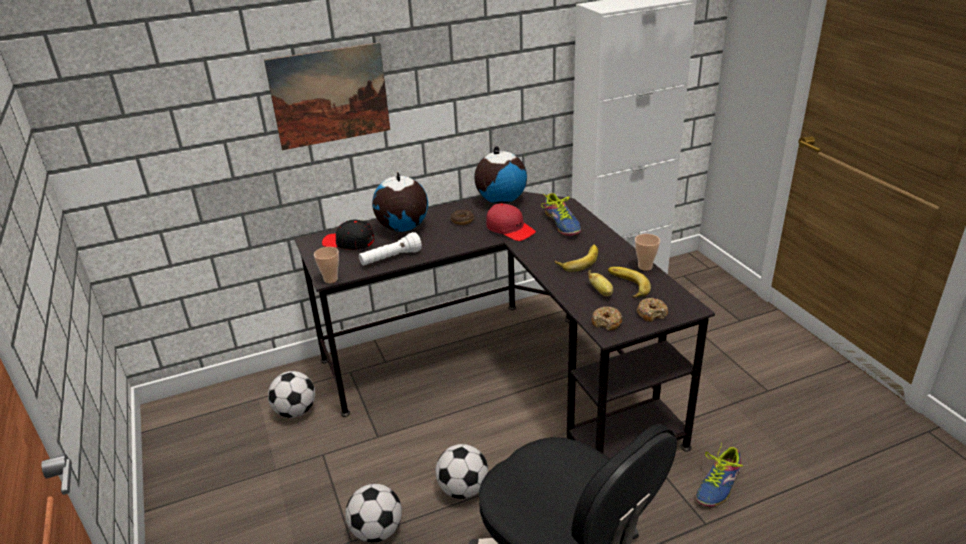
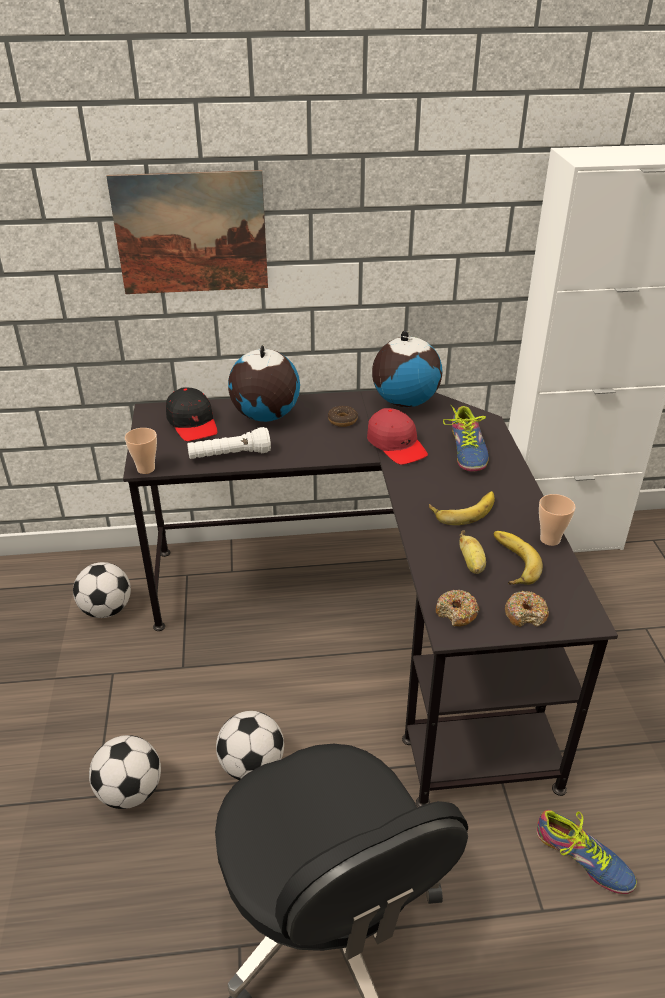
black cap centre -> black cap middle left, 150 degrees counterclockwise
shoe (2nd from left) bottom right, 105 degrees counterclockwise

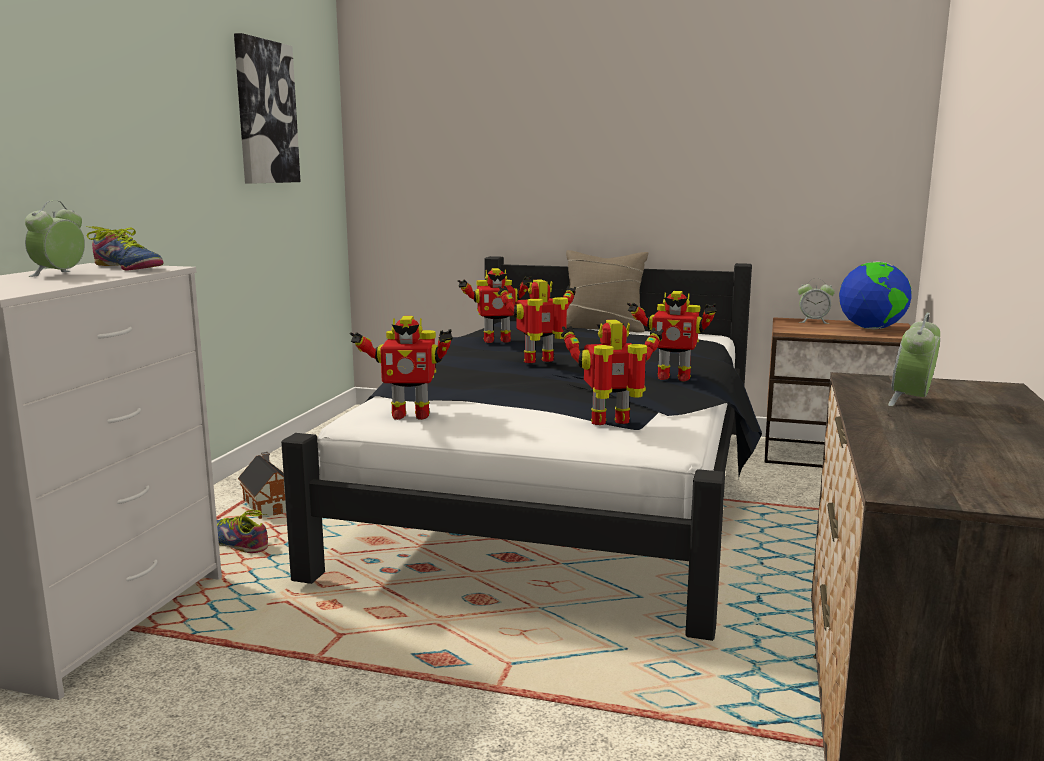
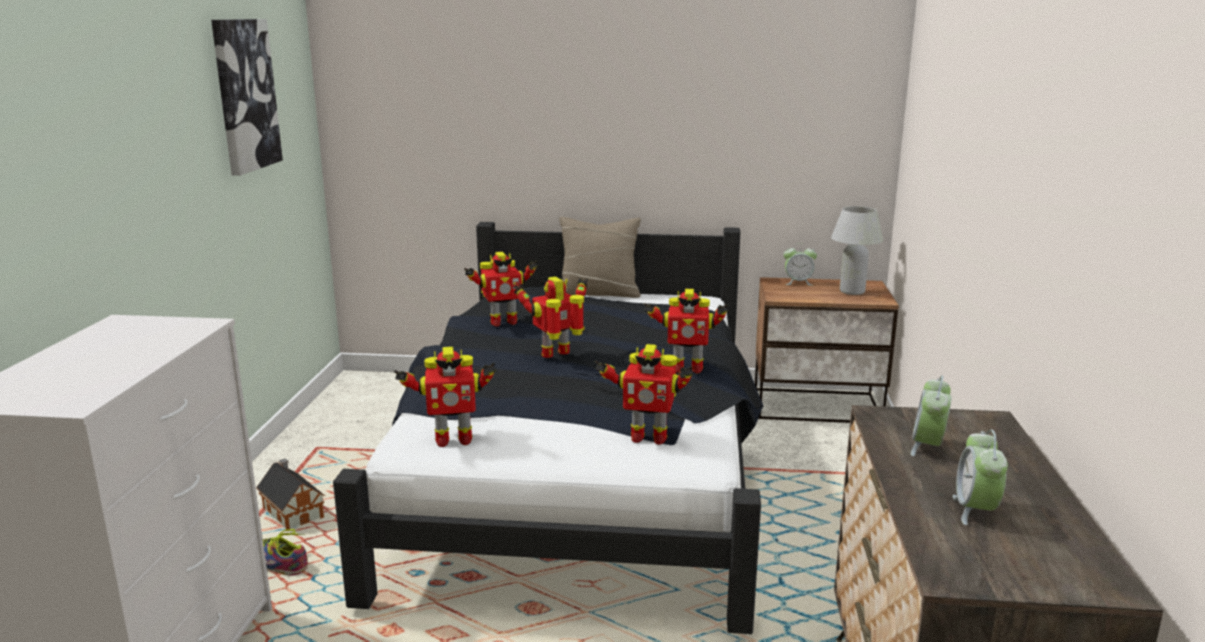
alarm clock (1st from left in the first image) top left -> alarm clock (3rd from left) bottom right, move
shoe (1st from left) top left -> none
globe middle right -> white table lamp middle right
toy robot (4th from left) centre, 150 degrees counterclockwise

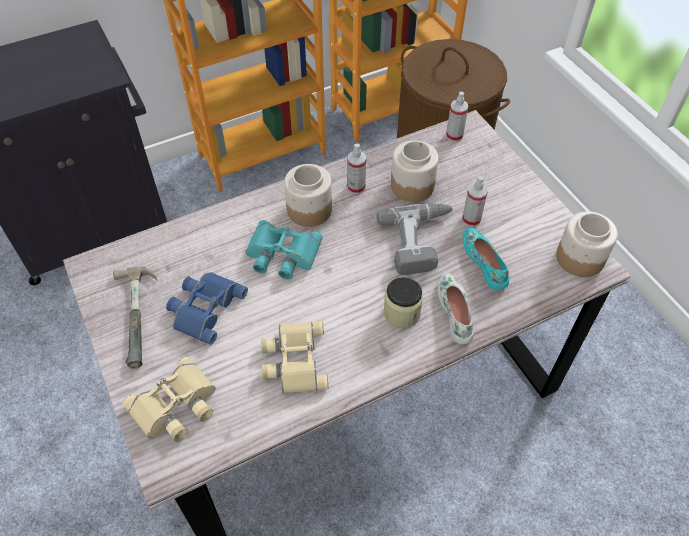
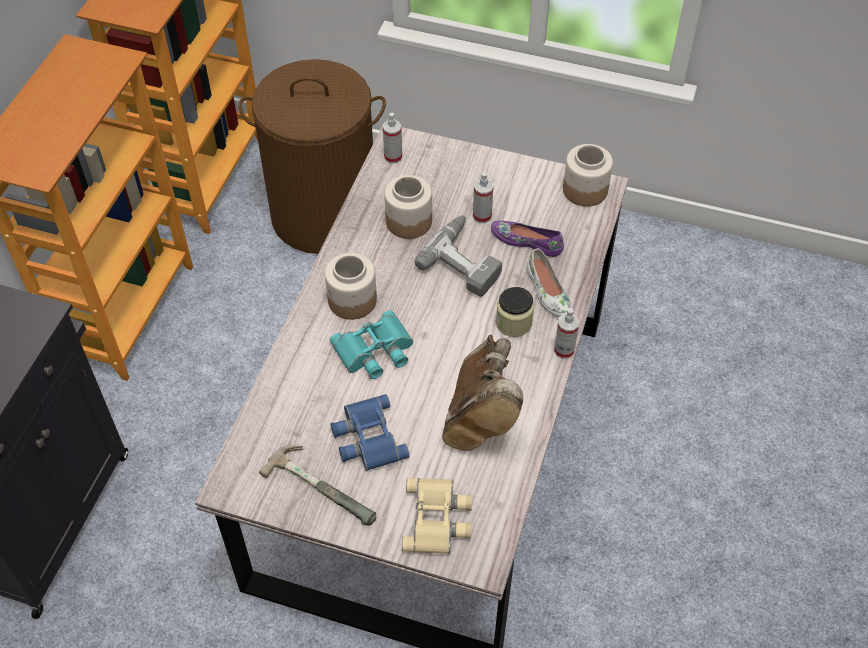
spray bottle (1st from left in the first image) top centre -> spray bottle (3rd from left) centre, move
turquoise shoe middle right -> purple shoe centre
white shoe centre, 150 degrees counterclockwise
beige binoculars (2nd from left) centre -> brown boot centre

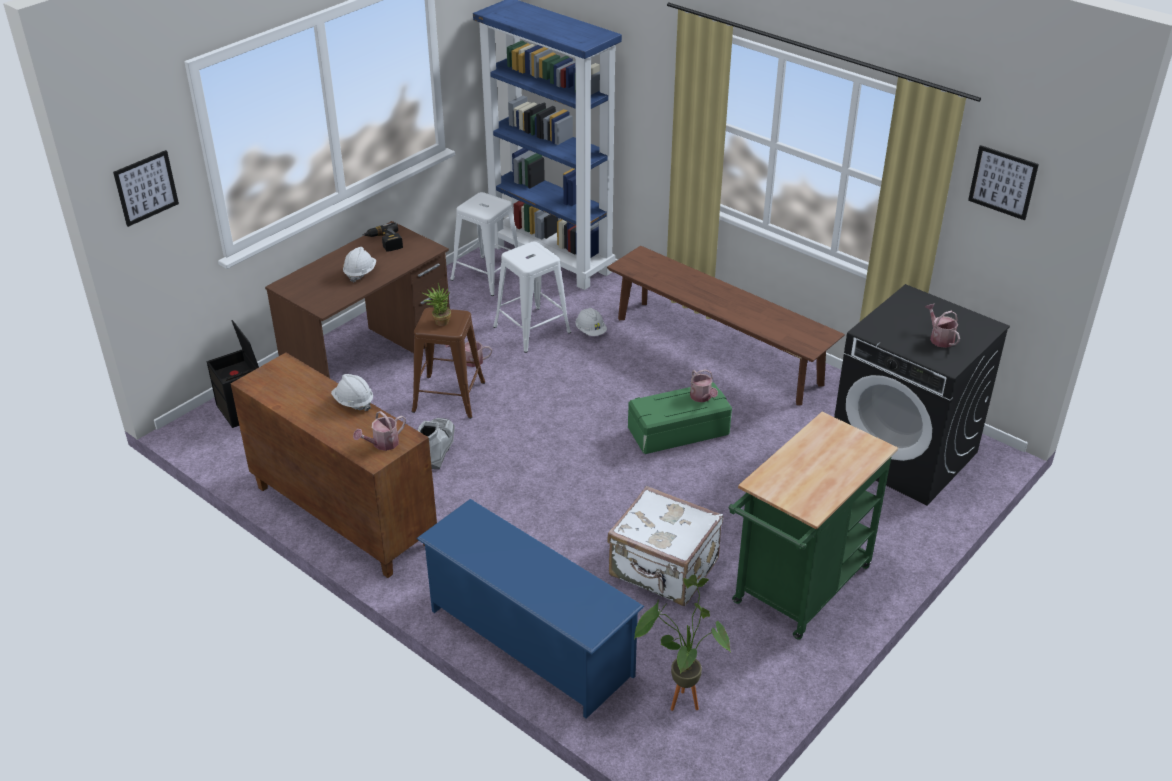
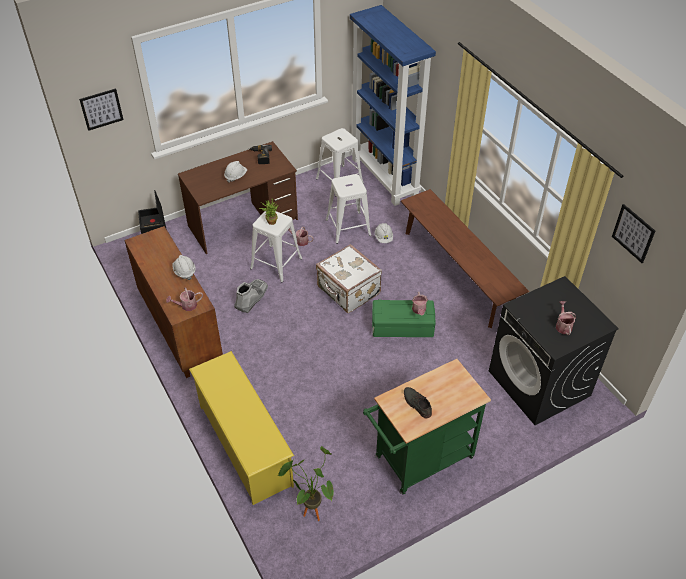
brown stool centre -> white stool (1st from left) centre
white suitcase bottom centre -> white suitcase centre, move
blue shoe rack bottom centre -> yellow shoe rack bottom centre
none -> grey shoe bottom centre

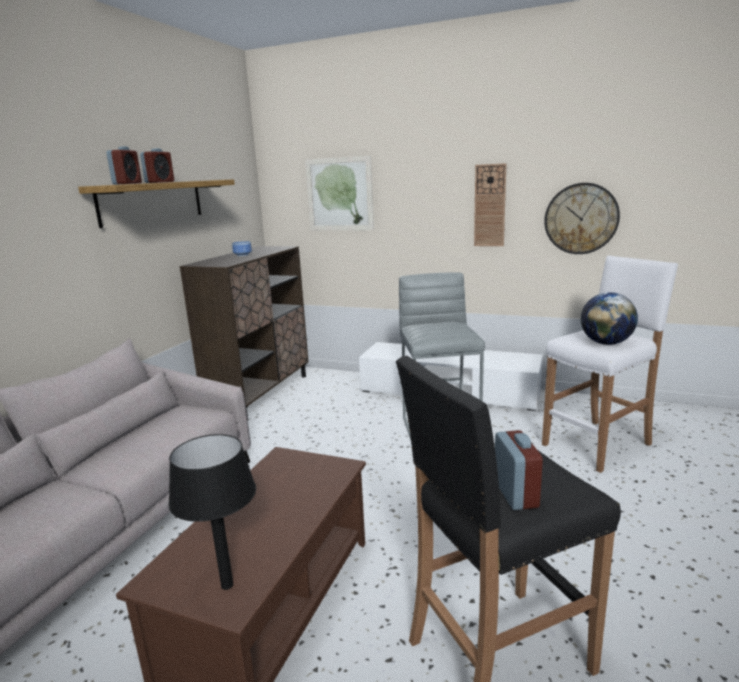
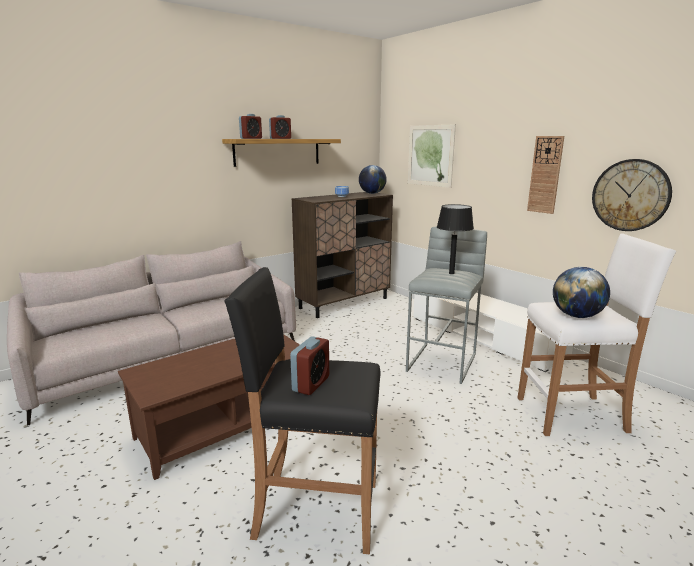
black table lamp bottom left -> black table lamp centre, move
none -> globe (1st from left) top centre

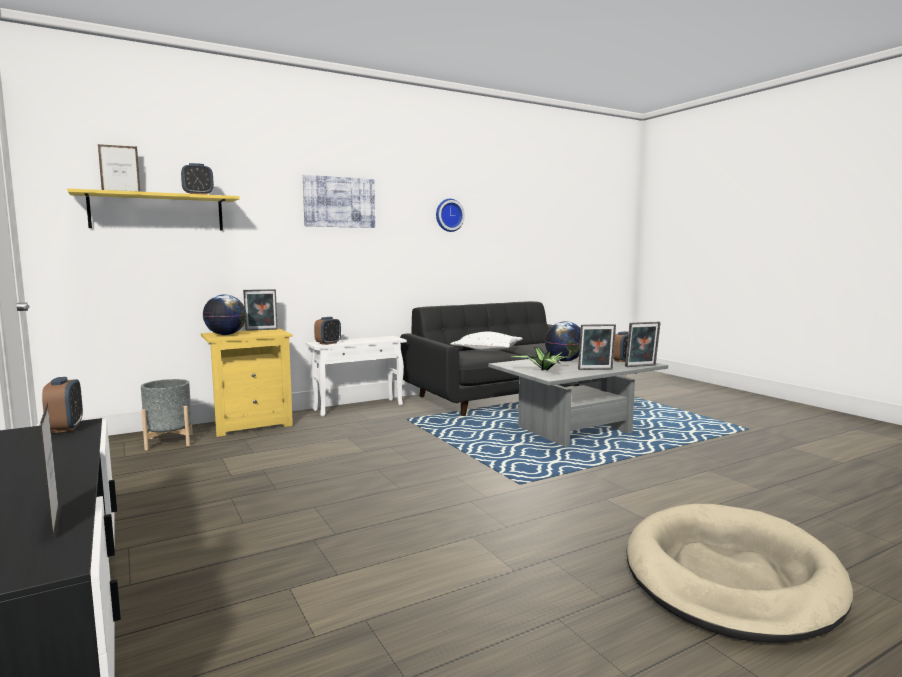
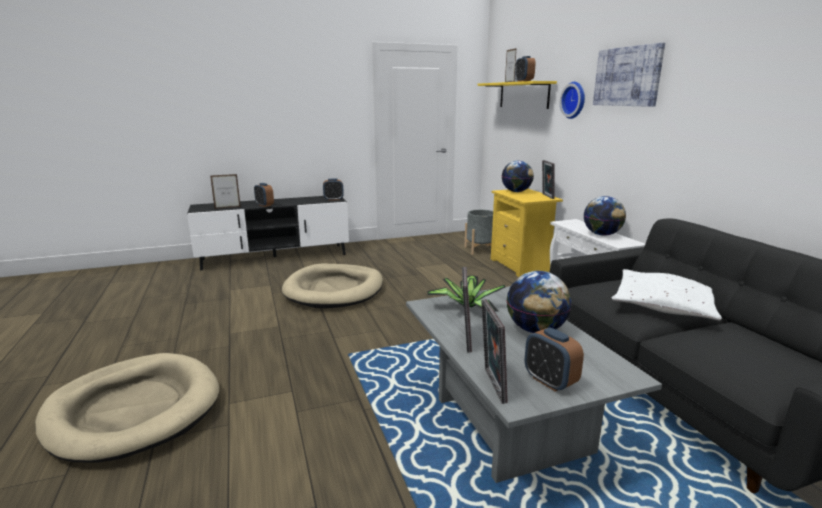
wall clock top centre -> wall clock top right, move
alarm clock (3rd from left in the first image) centre -> alarm clock (1st from left) middle left, move
none -> globe (3rd from left) middle right
none -> beige dog bed (2nd from left) centre

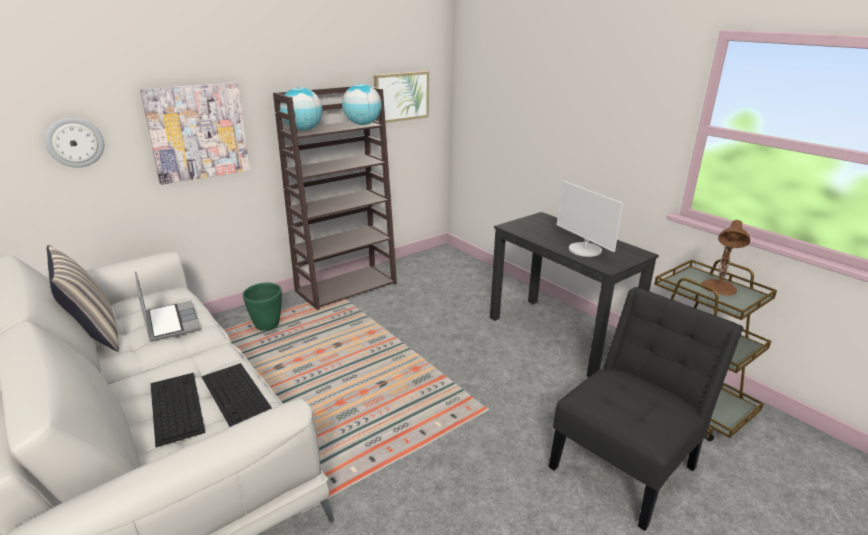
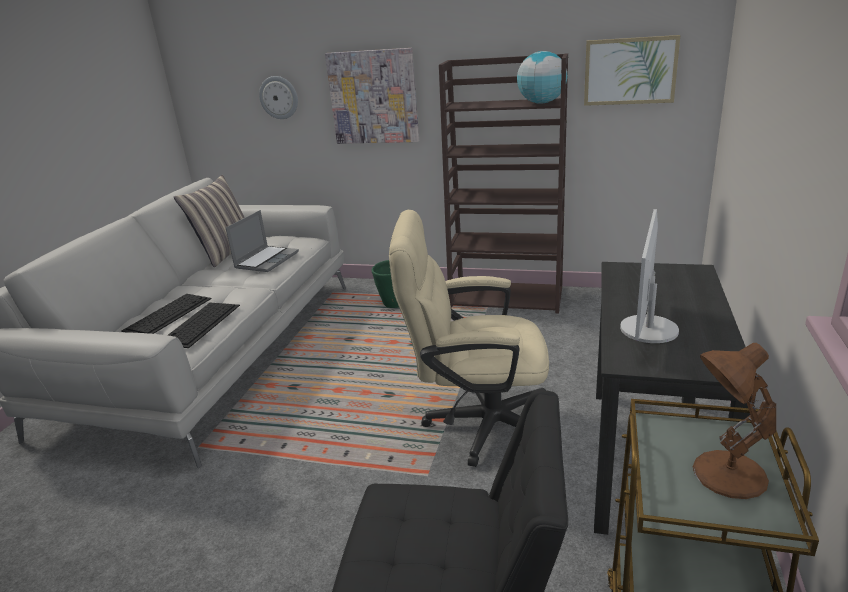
globe (1st from left) top centre -> none
none -> beige office chair centre

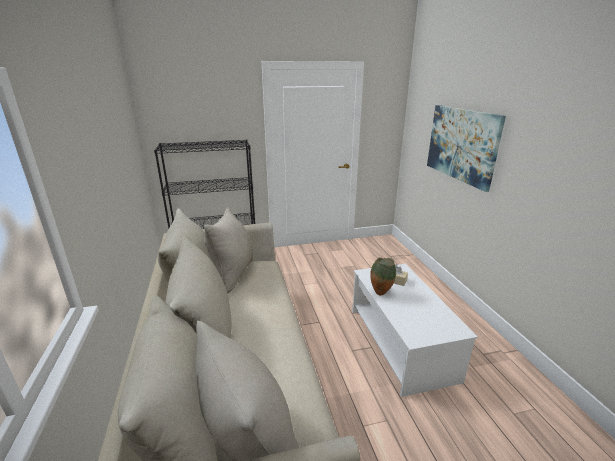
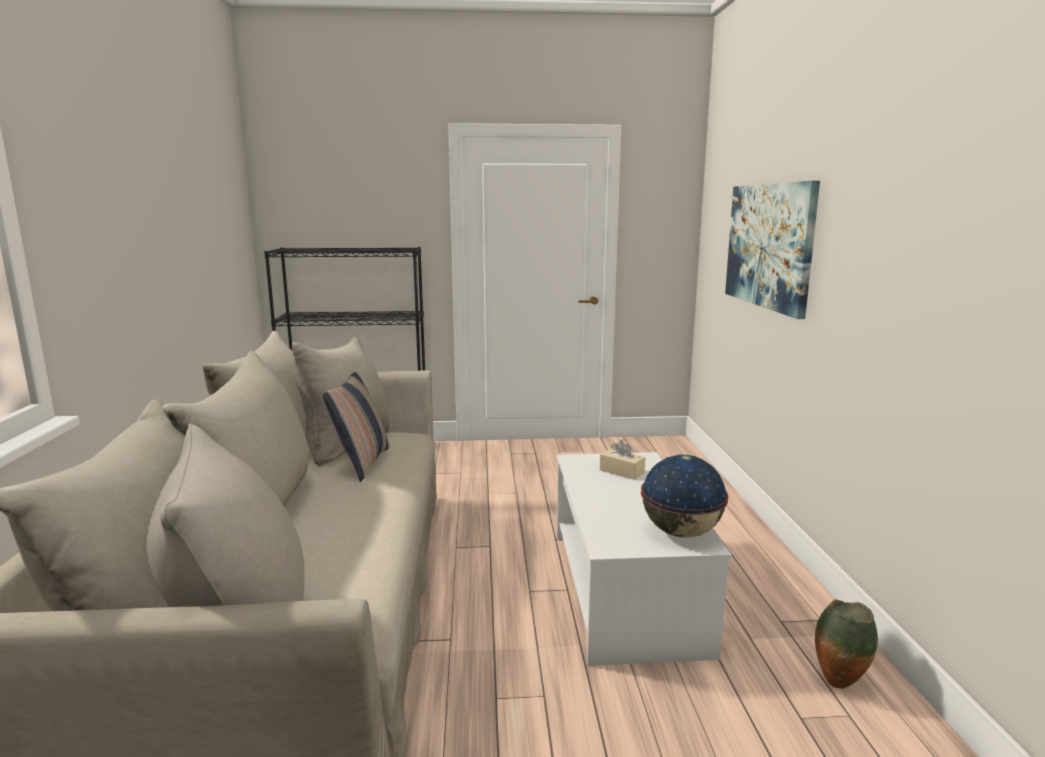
vase centre -> vase bottom right, move
none -> pillow centre
none -> globe centre

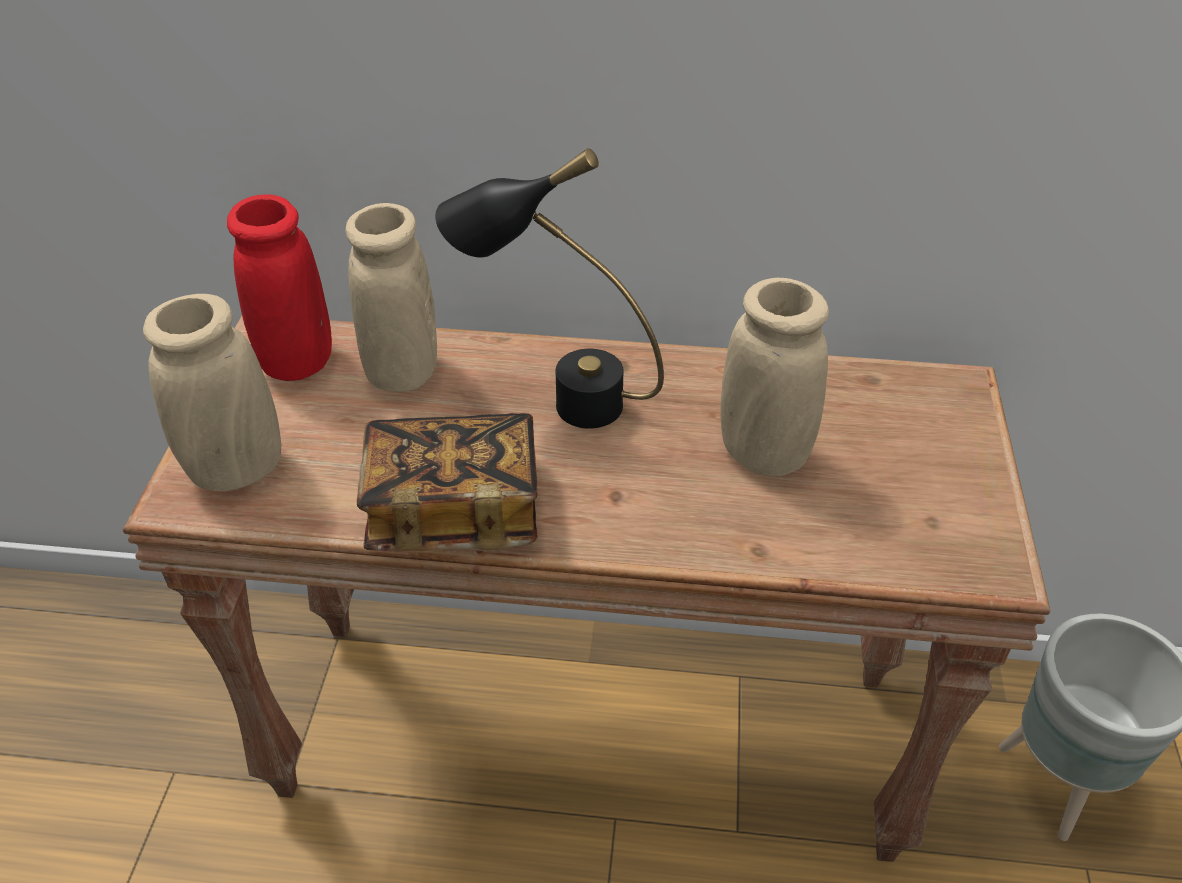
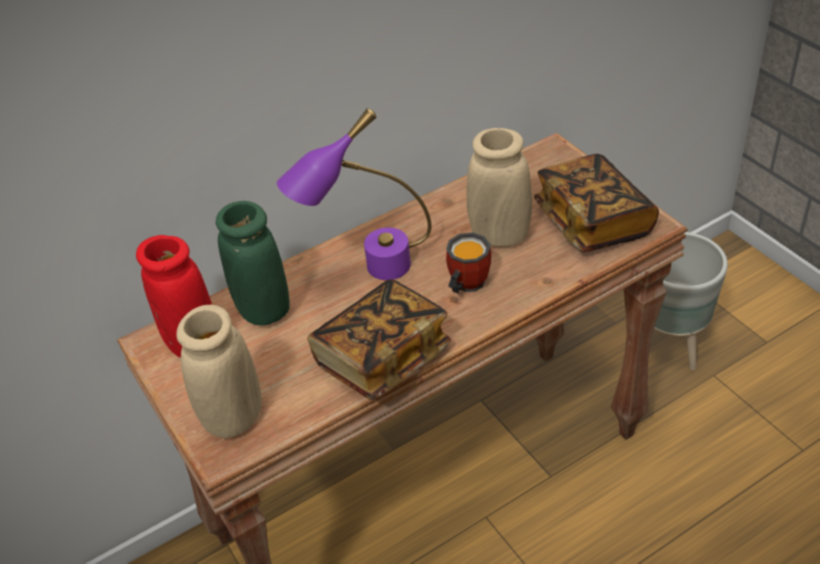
black table lamp top centre -> purple table lamp centre
beige vase (2nd from left) middle left -> green vase middle left
none -> book (2nd from left) middle right
none -> mug centre

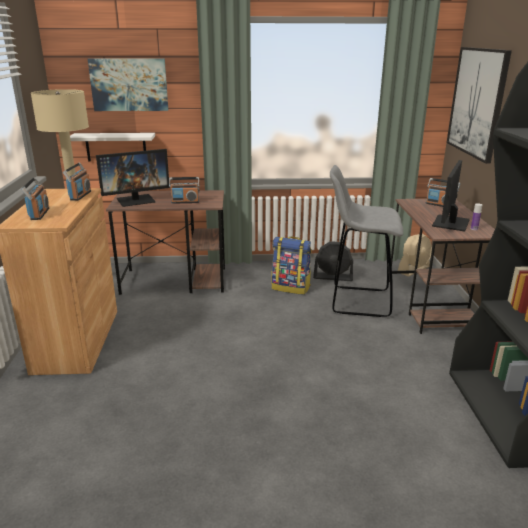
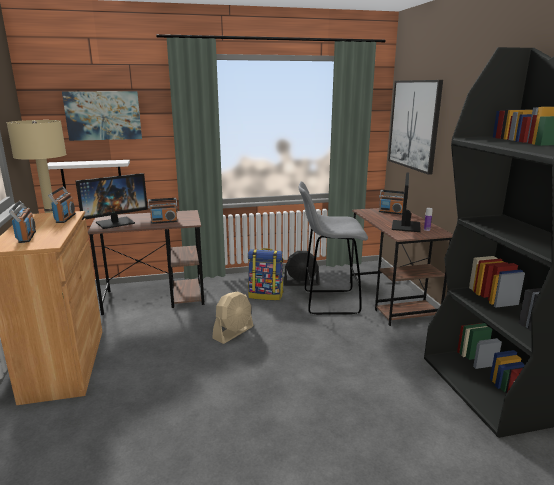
beige fan middle right -> beige fan centre, move

